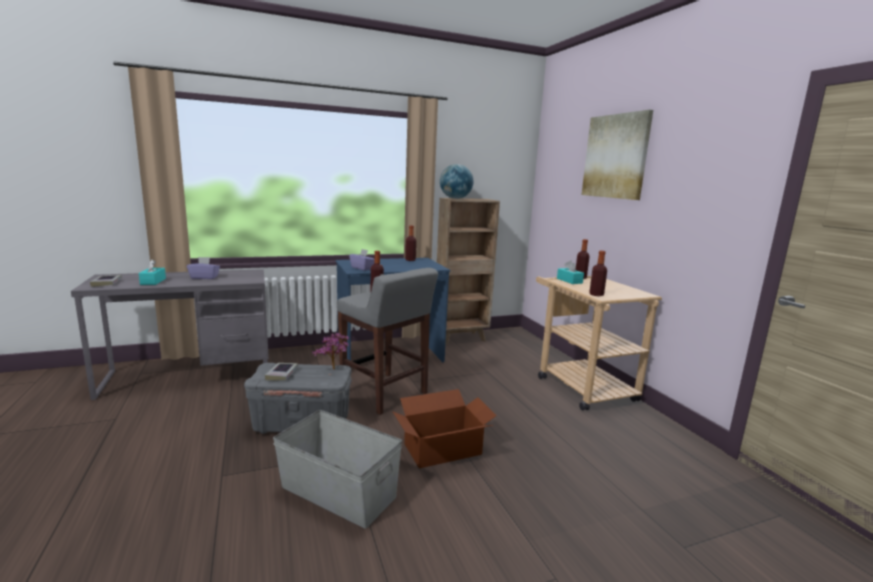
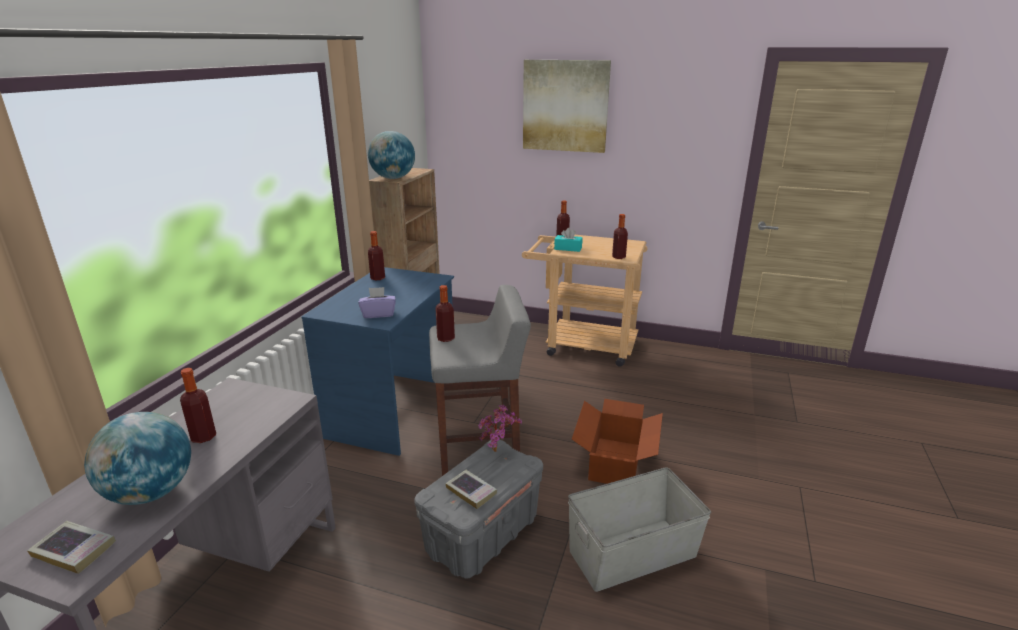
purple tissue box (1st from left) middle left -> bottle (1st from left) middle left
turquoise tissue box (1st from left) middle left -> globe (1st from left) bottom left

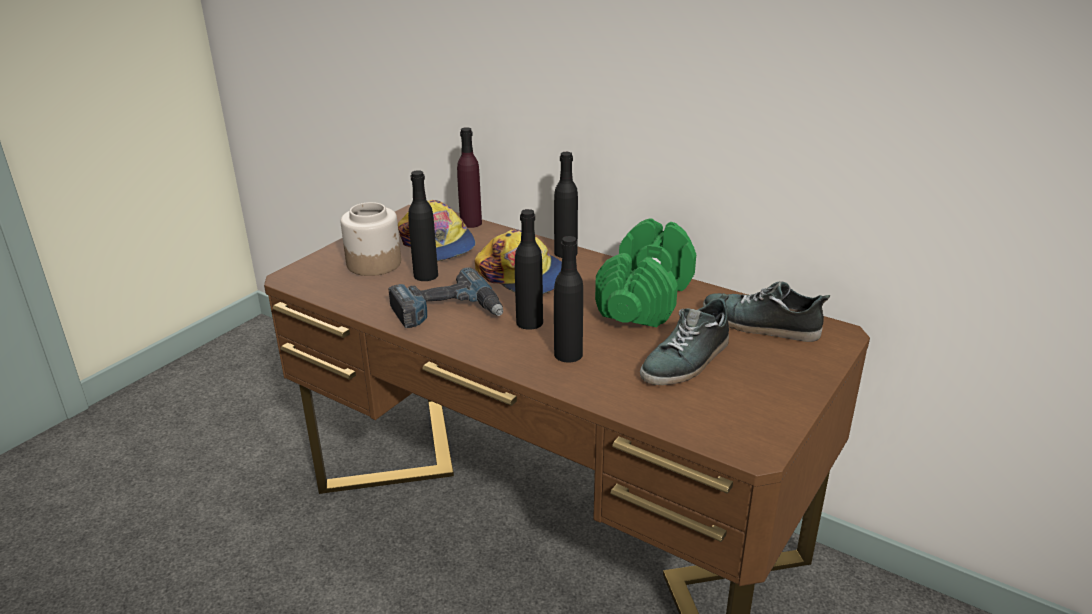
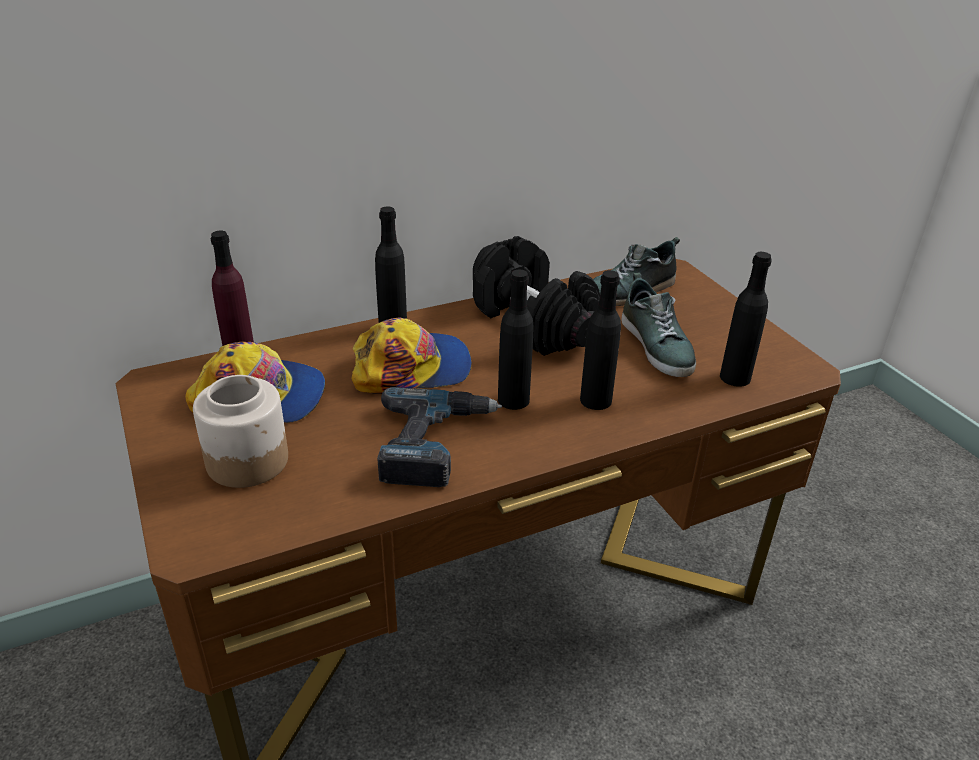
black bottle (1st from left in the first image) centre -> black bottle (4th from left) middle right, move
green dumbbell centre -> black dumbbell centre

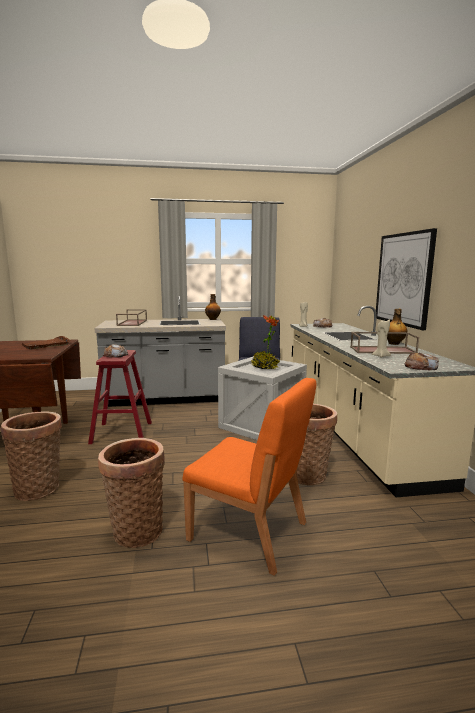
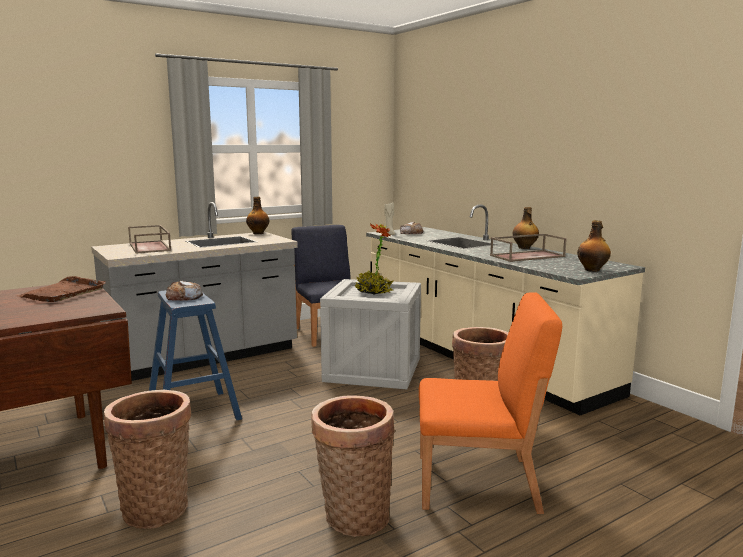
picture middle right -> none
beige candle (2nd from left) middle right -> none
red stool middle left -> blue stool middle left
bread (3rd from left) middle right -> bottle (3rd from left) middle right

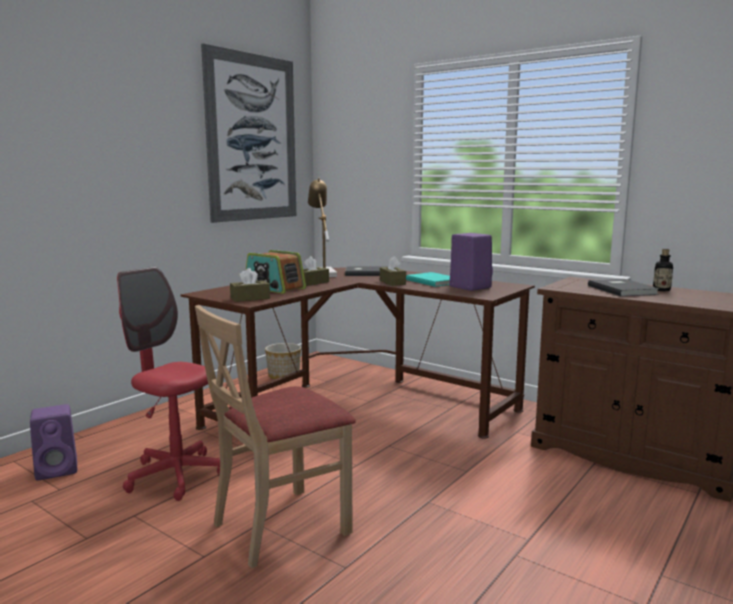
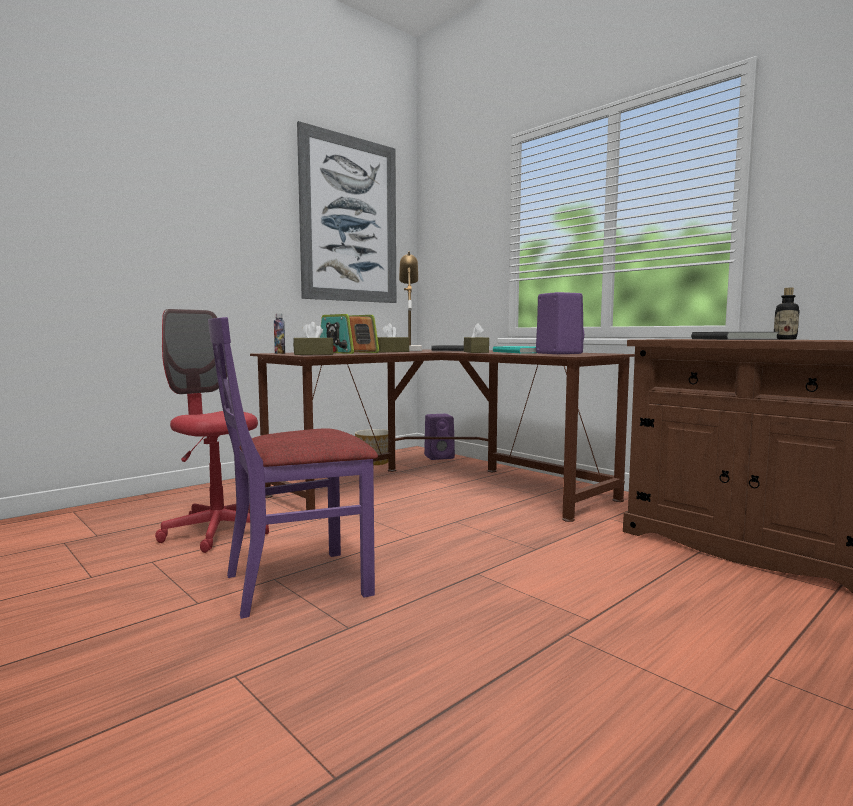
beige chair bottom centre -> purple chair centre
purple speaker (1st from left) bottom left -> purple speaker (1st from left) centre, move
none -> bottle (1st from left) middle left

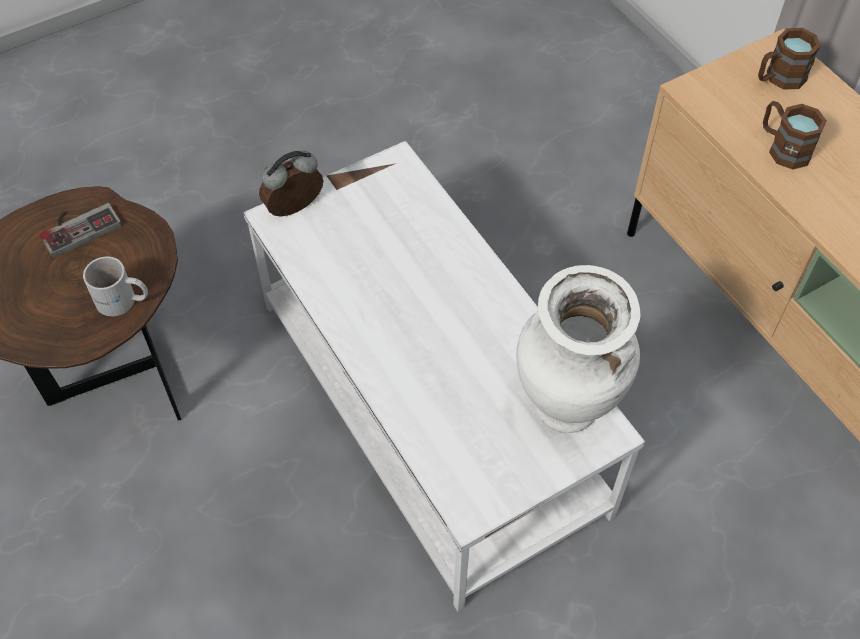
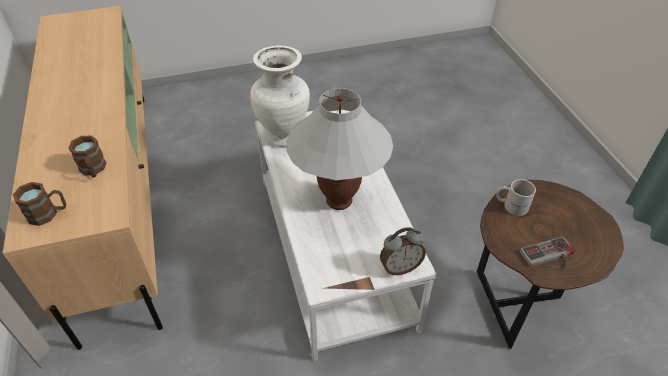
none -> white table lamp centre

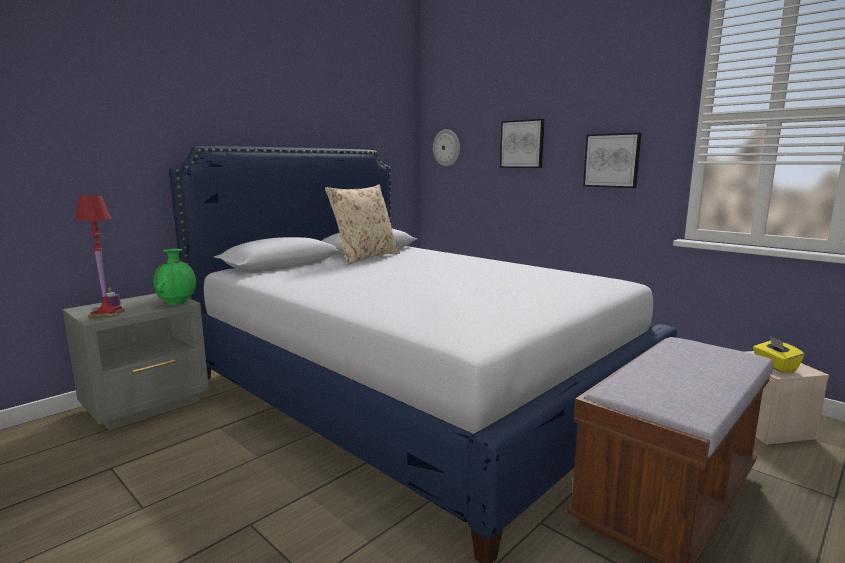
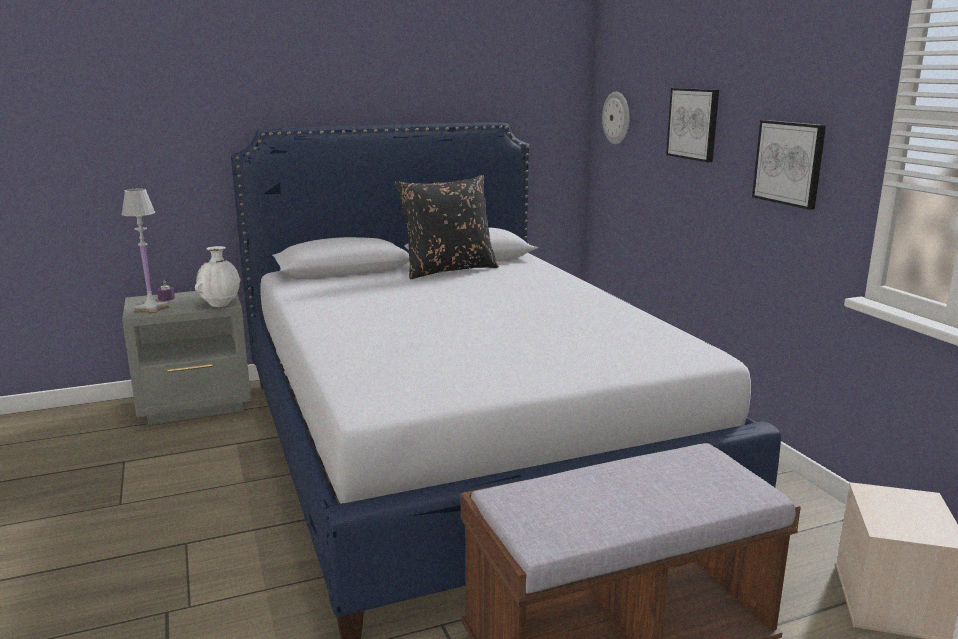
beige pillow centre -> black pillow centre
red table lamp middle left -> white table lamp middle left
green vase middle left -> white vase middle left
yellow tissue box middle right -> none

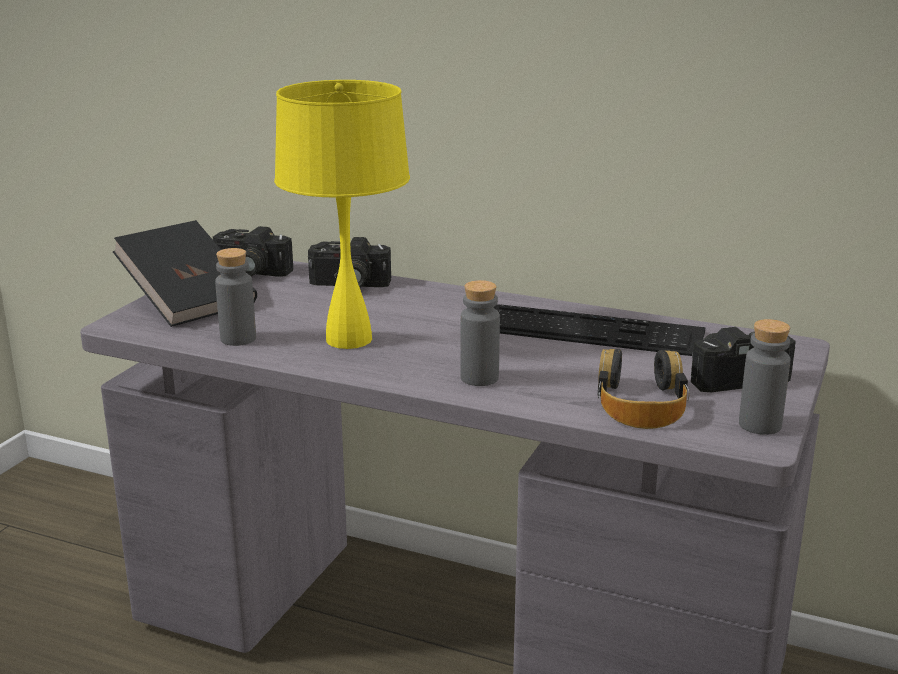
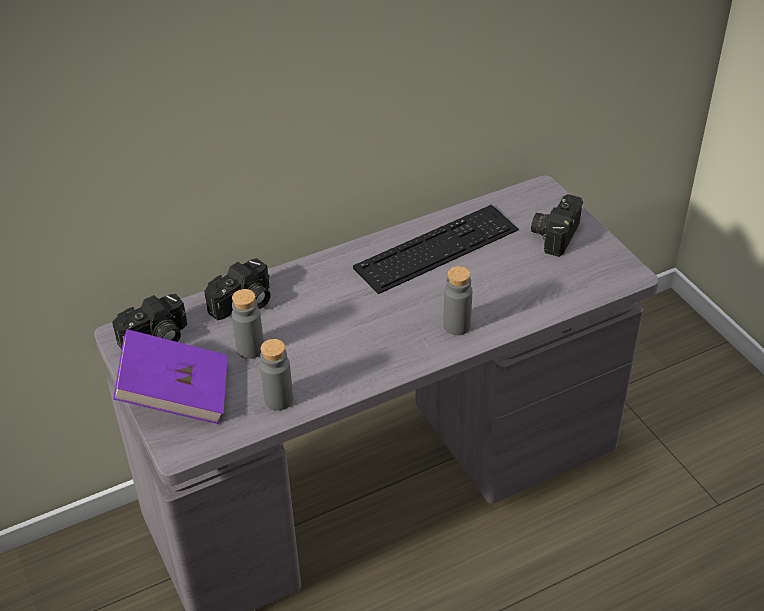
yellow table lamp top centre -> none
black book middle left -> purple book middle left
grey bottle (3rd from left in the first image) middle right -> grey bottle (1st from left) middle left, move
headphones middle right -> none

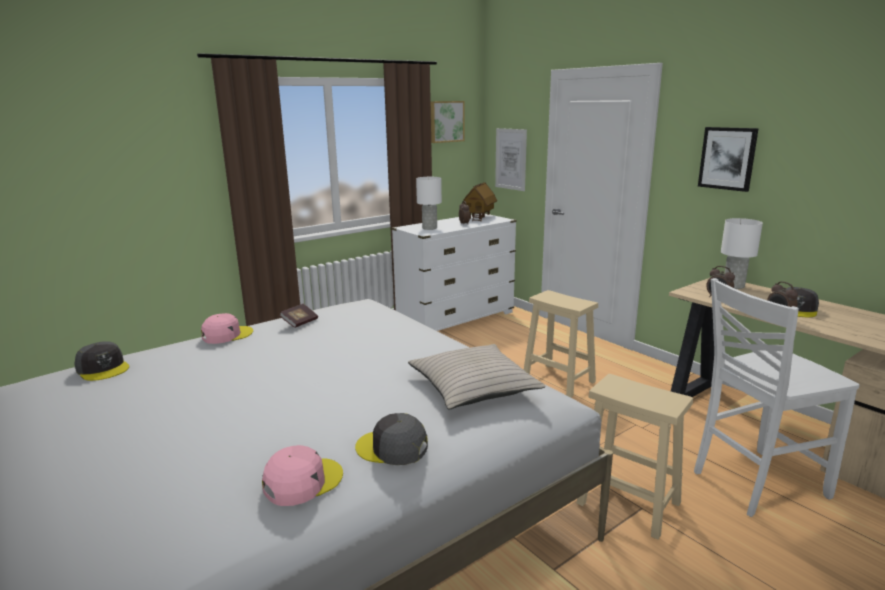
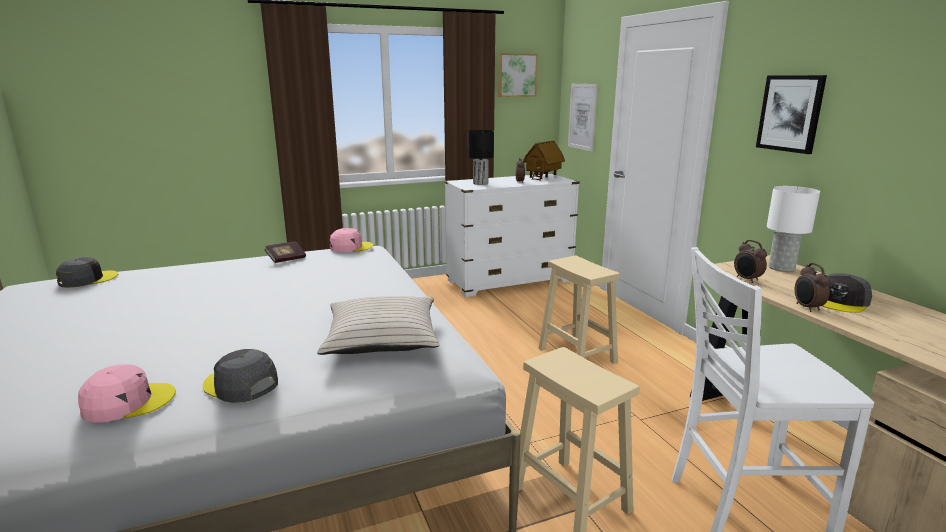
white table lamp (1st from left) centre -> black table lamp top centre
pink cap (1st from left in the first image) middle left -> pink cap (2nd from left) centre, move
grey cap (1st from left) middle left, 105 degrees counterclockwise

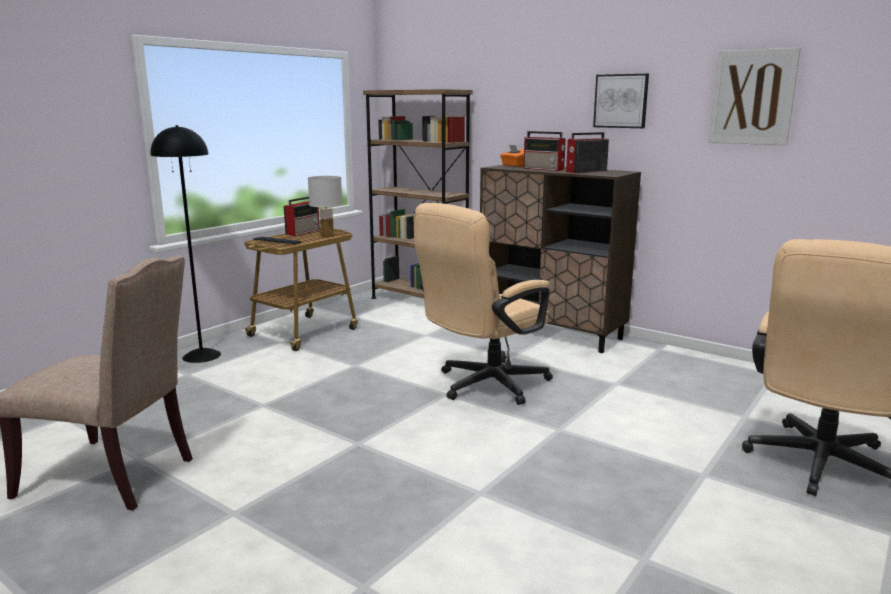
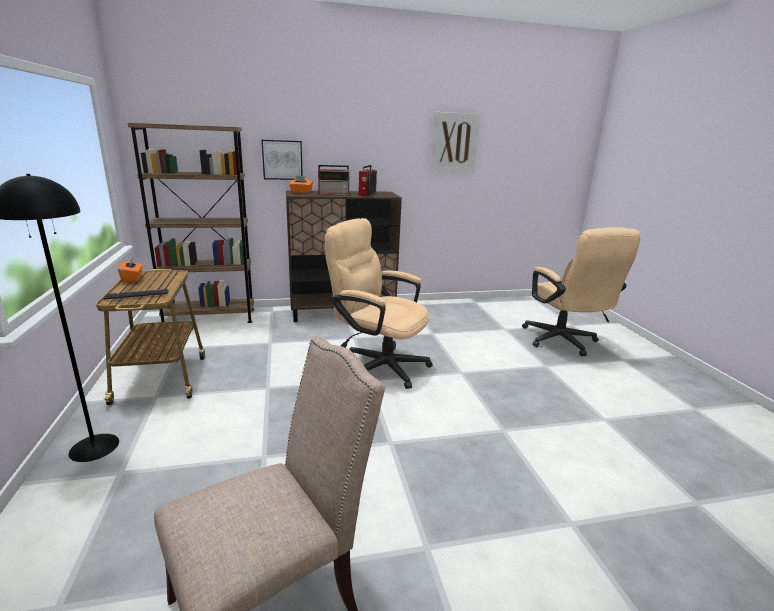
picture (1st from left) top right -> picture (1st from left) top centre, move
white table lamp centre -> none
radio (1st from left) centre -> orange tissue box (1st from left) middle left
beige office chair (1st from left) centre, 120 degrees clockwise

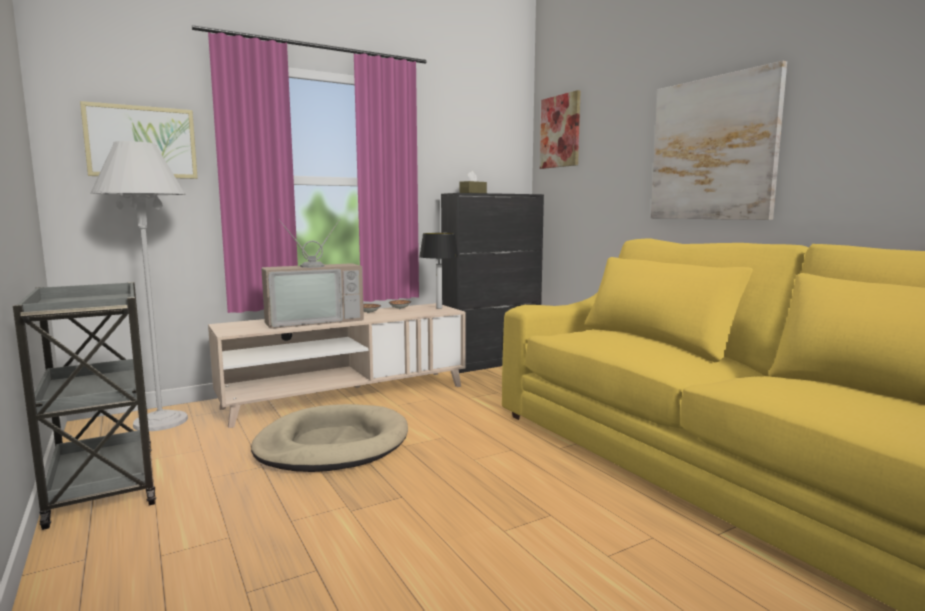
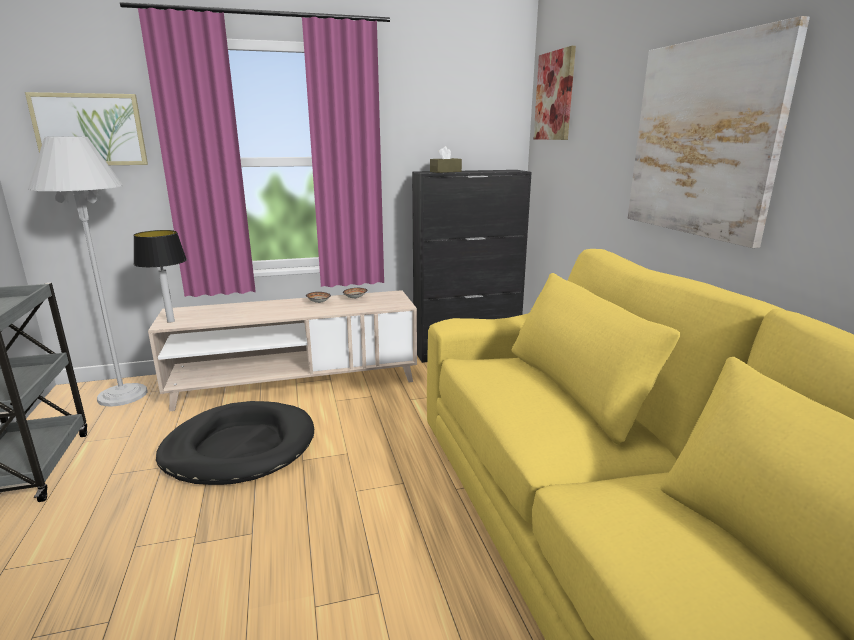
television centre -> none
table lamp centre -> table lamp middle left, move
beige dog bed bottom centre -> black dog bed bottom left

